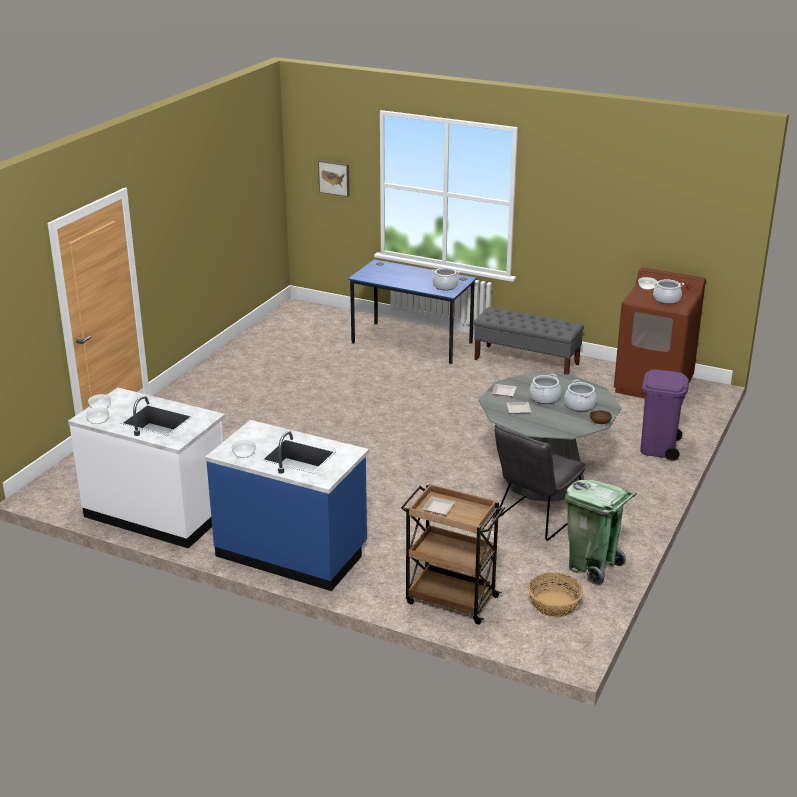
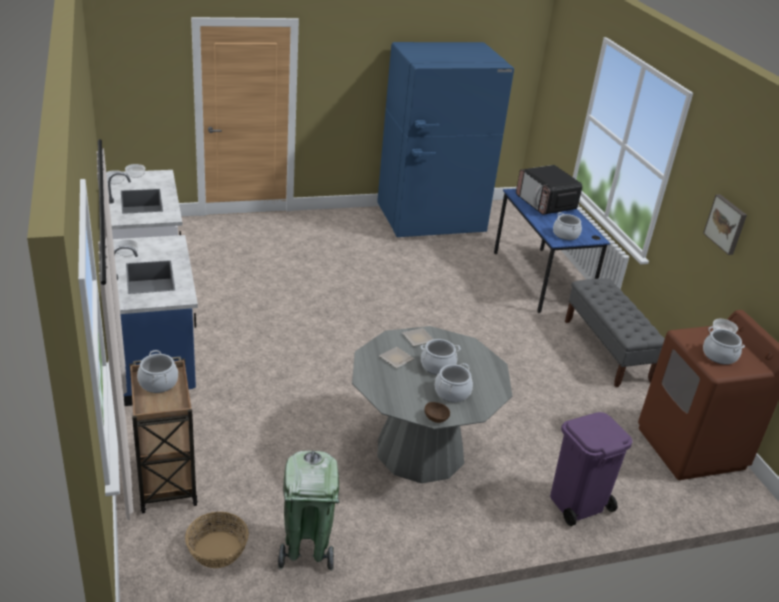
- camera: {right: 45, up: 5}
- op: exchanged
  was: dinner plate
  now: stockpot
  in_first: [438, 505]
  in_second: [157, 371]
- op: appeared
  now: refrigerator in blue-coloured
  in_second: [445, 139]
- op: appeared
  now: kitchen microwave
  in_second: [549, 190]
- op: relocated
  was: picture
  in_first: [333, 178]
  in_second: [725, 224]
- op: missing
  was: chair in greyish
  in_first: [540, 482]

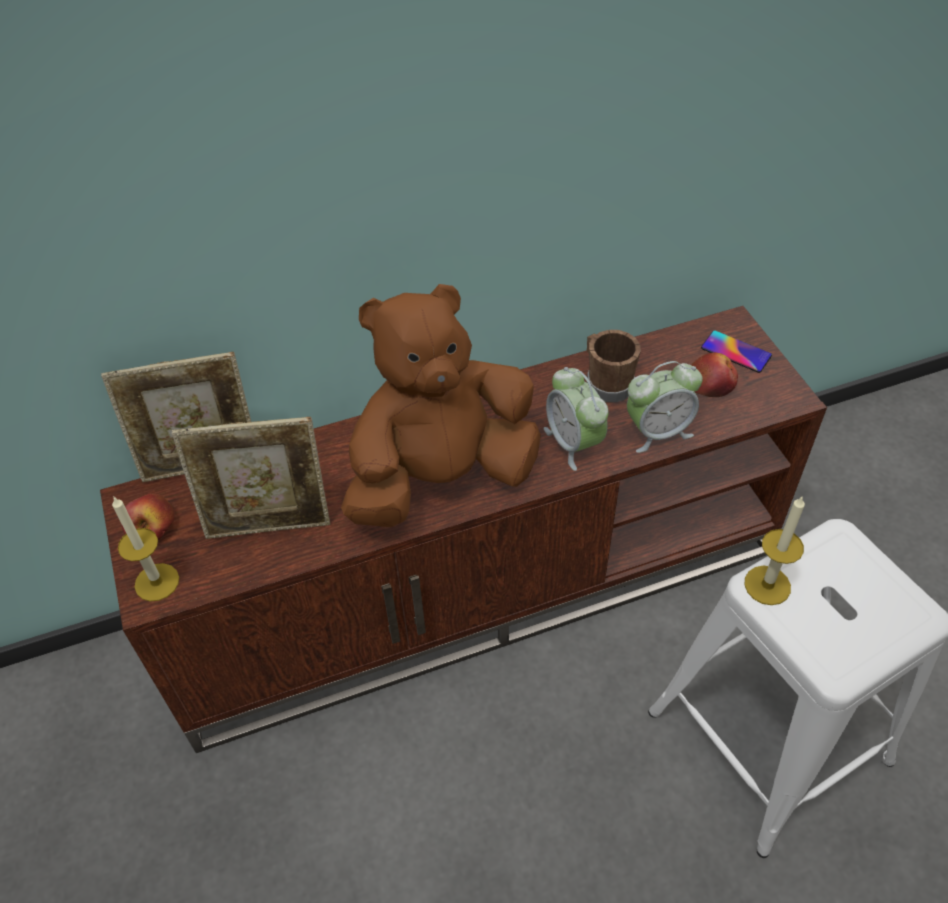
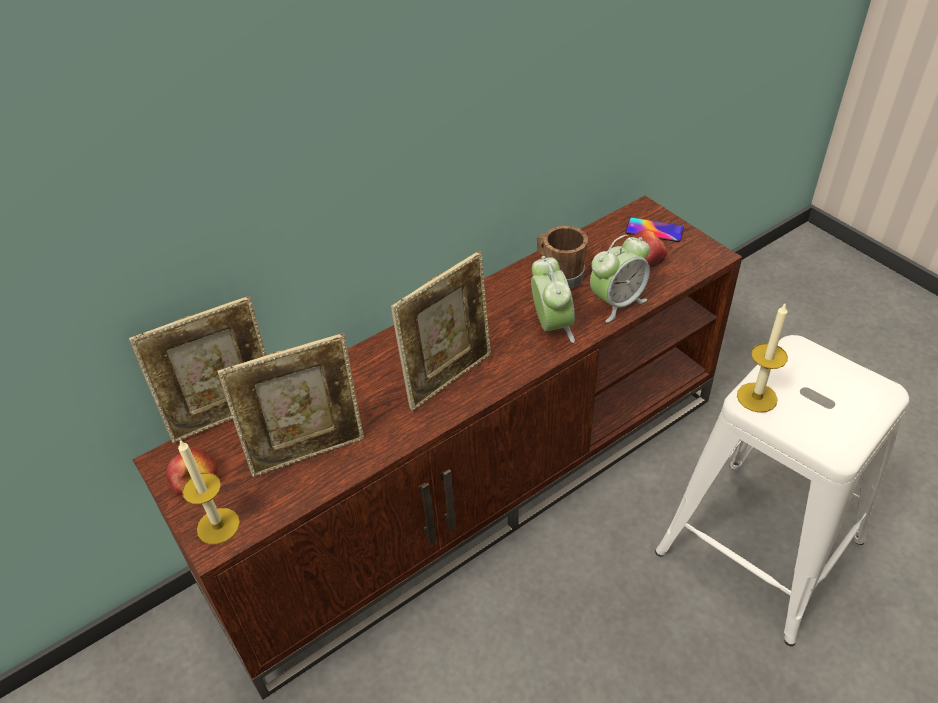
- camera: {right: -15, up: -5}
- op: exchanged
  was: plush toy in brown
  now: picture frame
  in_first: [441, 405]
  in_second: [441, 331]
- op: spun
  was: alarm clock
  in_first: [576, 419]
  in_second: [553, 299]
  clockwise: -150

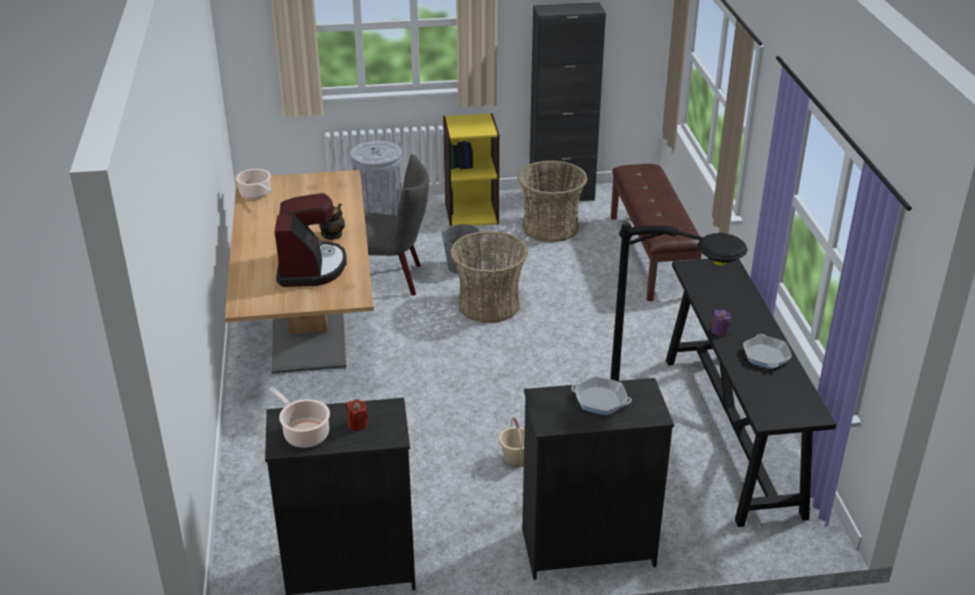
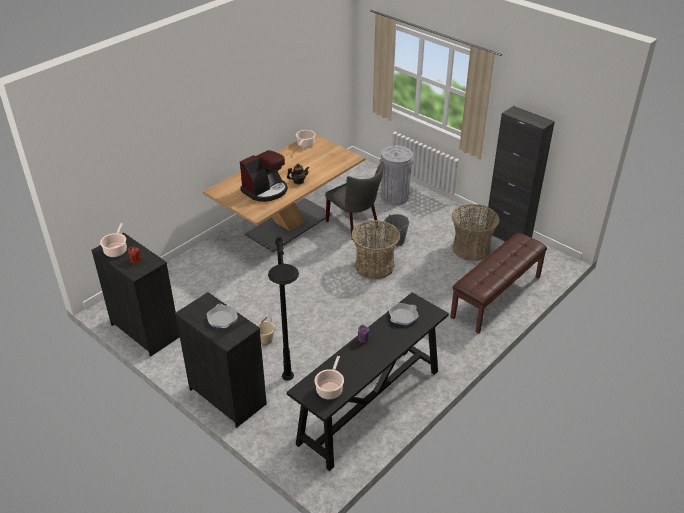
- camera: {right: 50, up: 5}
- op: appeared
  now: stockpot
  in_second: [329, 377]
- op: relocated
  was: pan
  in_first: [767, 351]
  in_second: [404, 314]
- op: missing
  was: shelving unit in yellowish
  in_first: [471, 169]

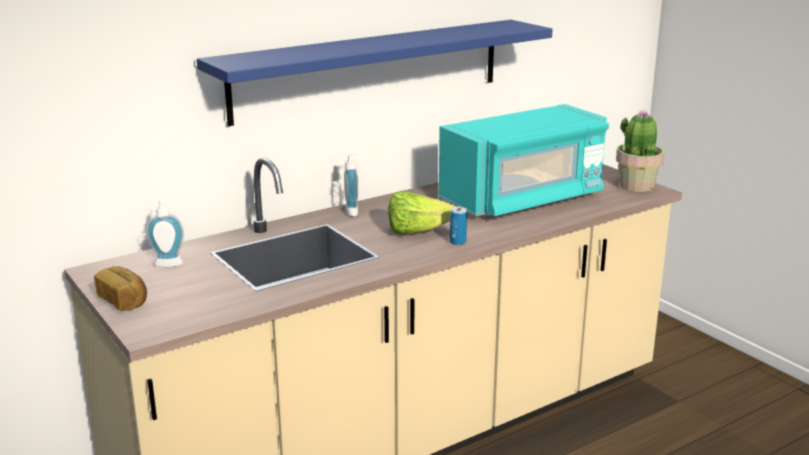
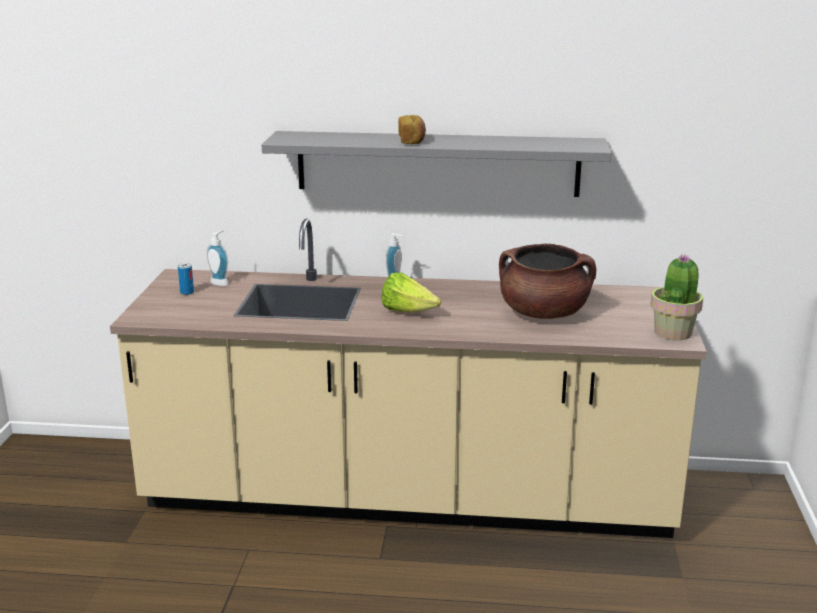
- camera: {right: 40, up: 0}
- op: relocated
  was: sealed can
  in_first: [458, 225]
  in_second: [186, 279]
- op: colour
  was: wall shelf in blue-coloured
  now: wall shelf in greyish
  in_first: [375, 73]
  in_second: [436, 164]
- op: relocated
  was: bakery bread
  in_first: [120, 288]
  in_second: [412, 129]
- op: exchanged
  was: kitchen microwave in blue-green
  now: stockpot in brown
  in_first: [524, 160]
  in_second: [547, 281]

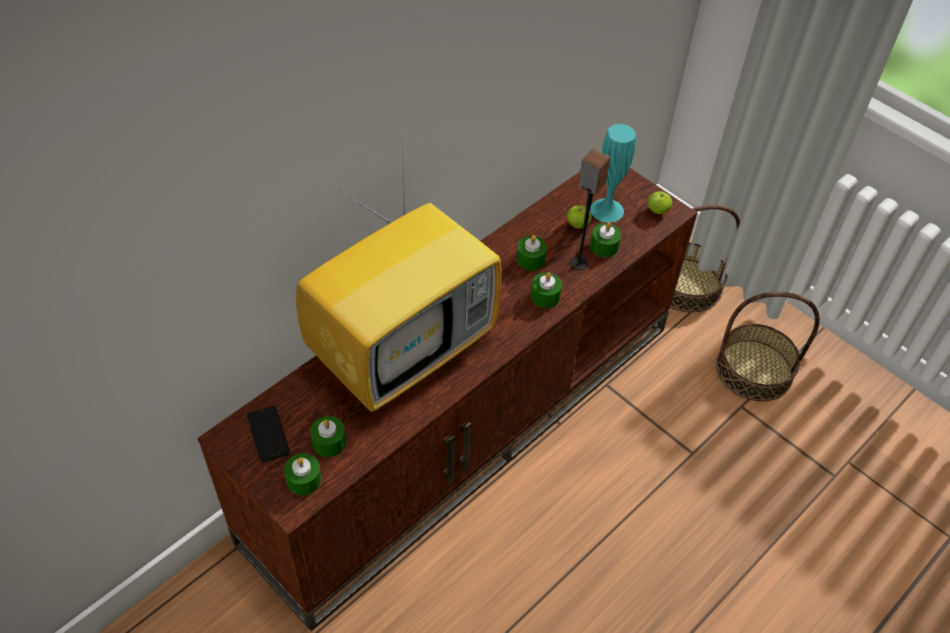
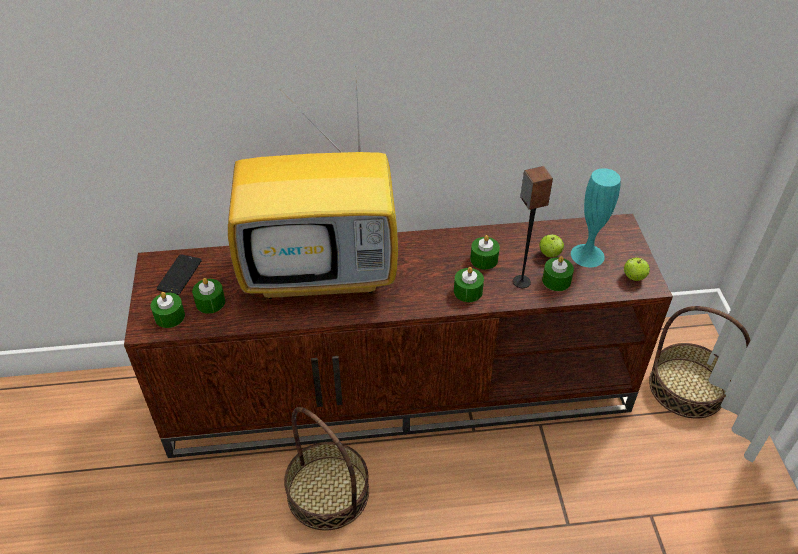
- camera: {right: 40, up: -5}
- op: relocated
  was: household basket
  in_first: [768, 346]
  in_second: [326, 469]

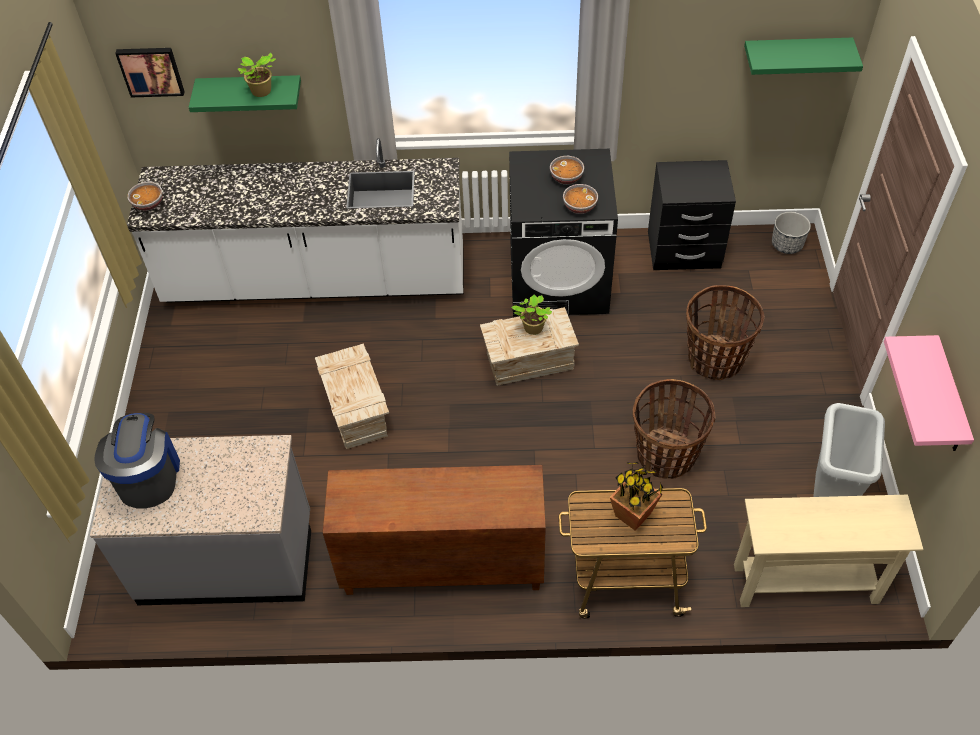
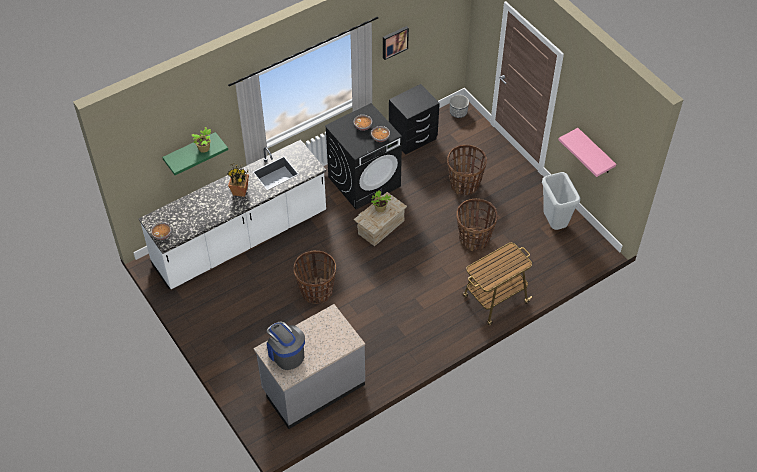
- camera: {right: -35, up: 0}
- op: relocated
  was: potted plant
  in_first: [636, 496]
  in_second: [238, 180]
- op: exchanged
  was: packing crate
  now: household basket
  in_first: [352, 396]
  in_second: [314, 277]
- op: relocated
  was: picture
  in_first: [150, 72]
  in_second: [396, 43]
- op: missing
  was: cabinet in brown
  in_first: [434, 530]
- op: missing
  was: narrow table in beige-coloured
  in_first: [828, 551]
- op: missing
  was: wall shelf in green-coloured
  in_first: [803, 56]

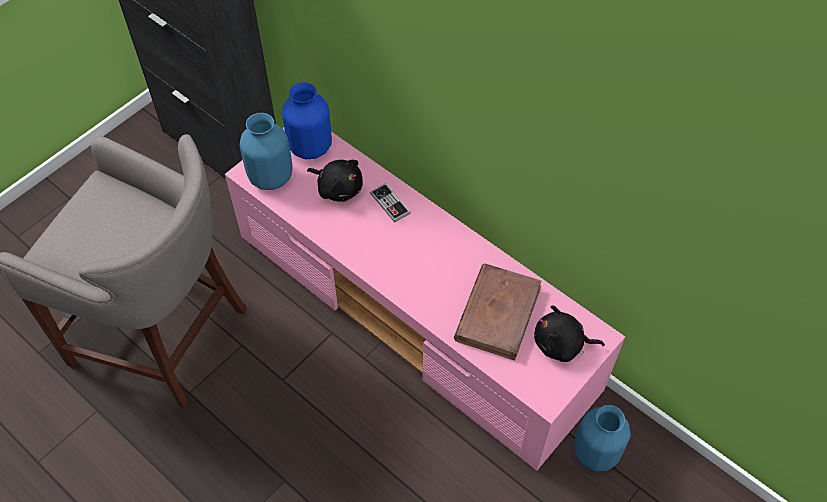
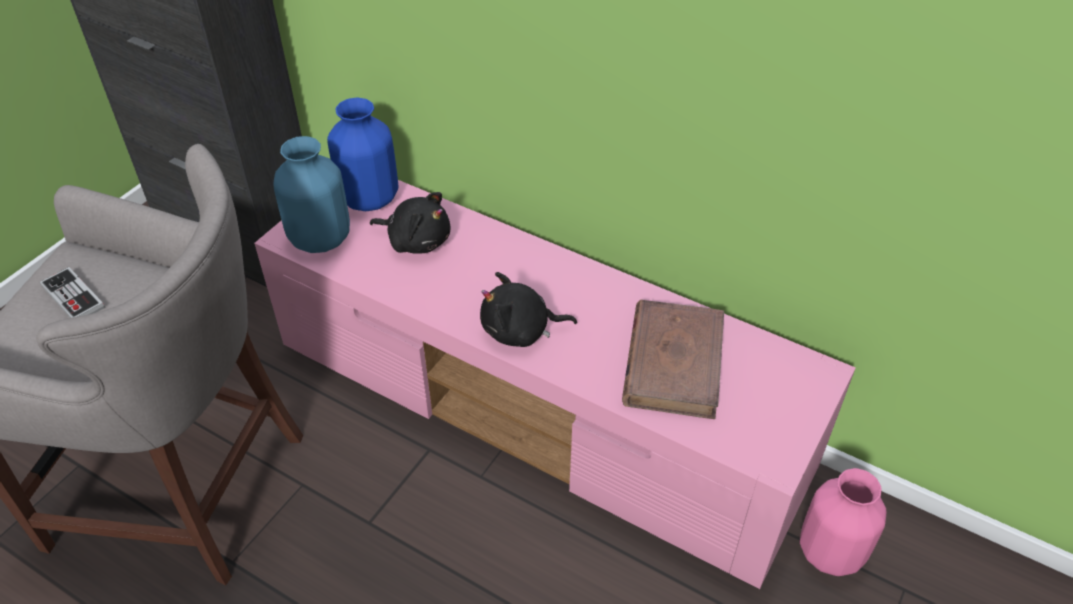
- camera: {right: -10, up: -10}
- op: relocated
  was: joypad
  in_first: [390, 203]
  in_second: [72, 292]
- op: relocated
  was: plush toy in black
  in_first: [569, 333]
  in_second: [528, 309]
- op: colour
  was: flower vase in blue-coloured
  now: flower vase in pinkish
  in_first: [602, 438]
  in_second: [843, 522]

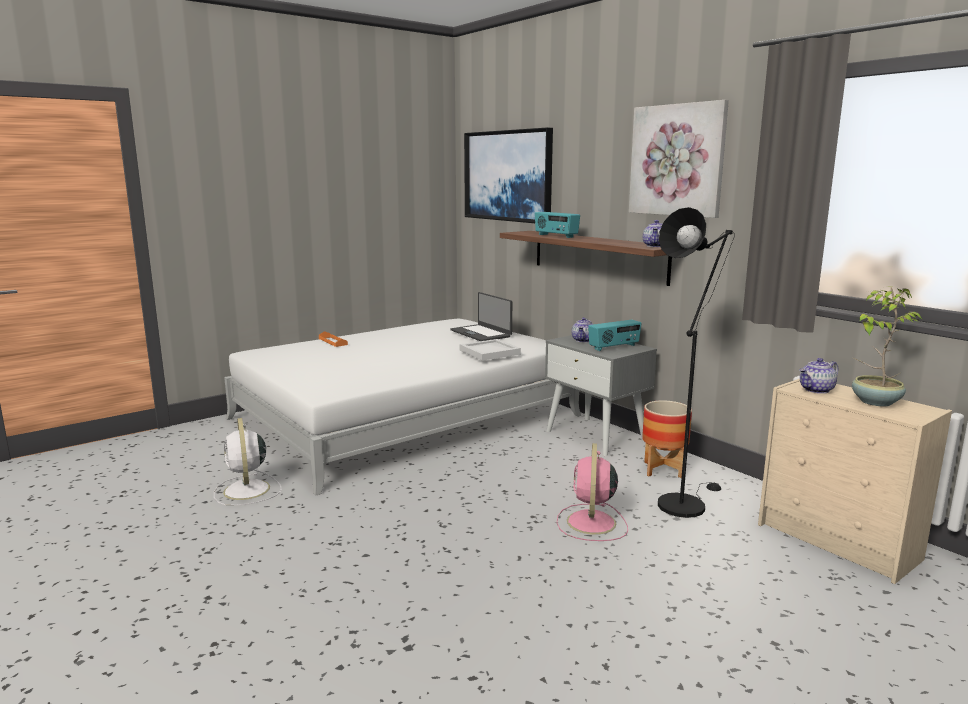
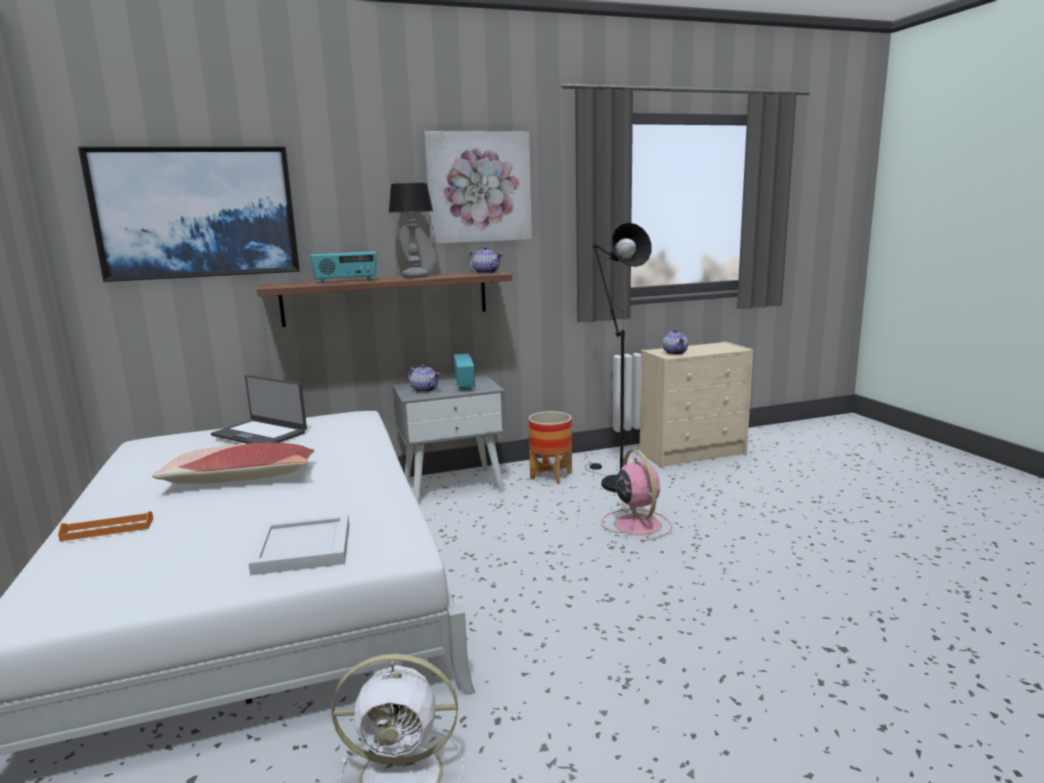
- camera: {right: -70, up: 0}
- op: appeared
  now: pillow
  in_second: [233, 463]
- op: spun
  was: notebook computer
  in_first: [481, 316]
  in_second: [259, 409]
  clockwise: 45
- op: relocated
  was: tray in whitish
  in_first: [490, 350]
  in_second: [298, 545]
- op: appeared
  now: table lamp
  in_second: [411, 230]
- op: spun
  was: fan in pinkish
  in_first: [592, 492]
  in_second: [636, 495]
  clockwise: -135
- op: missing
  was: potted plant
  in_first: [887, 346]

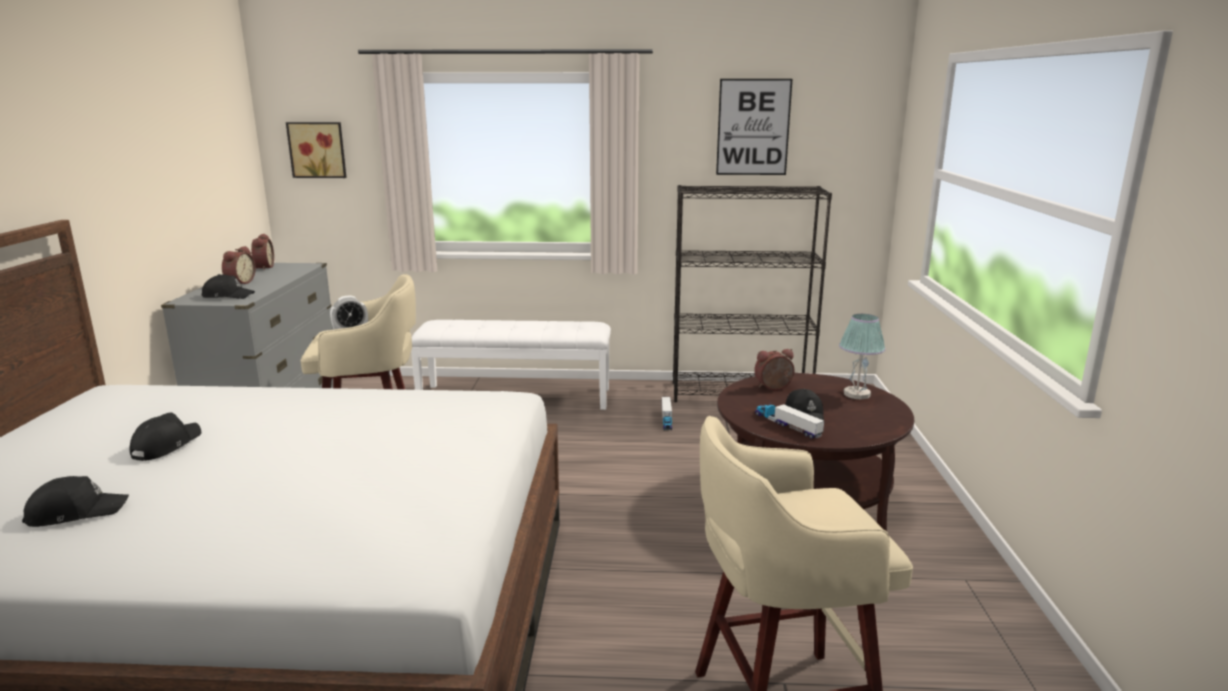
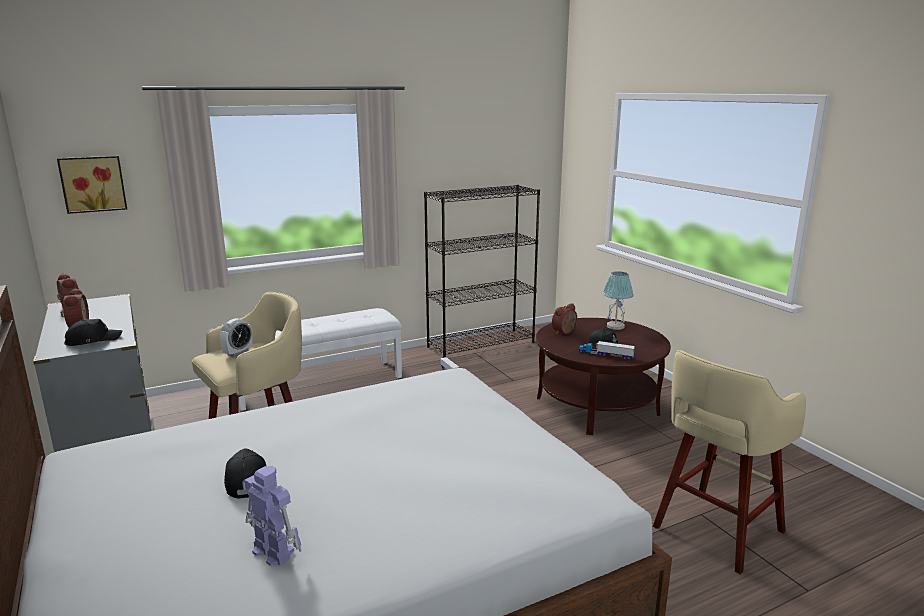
- camera: {right: -30, up: 0}
- op: exchanged
  was: peaked cap in black
  now: model robot
  in_first: [75, 501]
  in_second: [272, 516]
- op: missing
  was: picture
  in_first: [754, 127]

